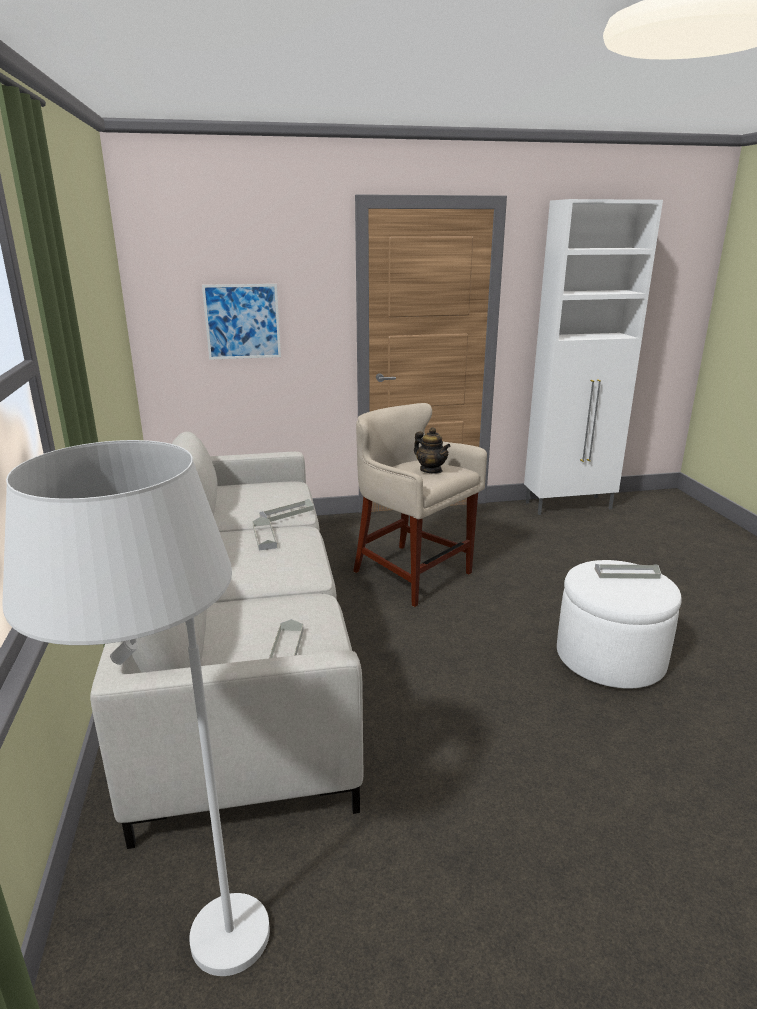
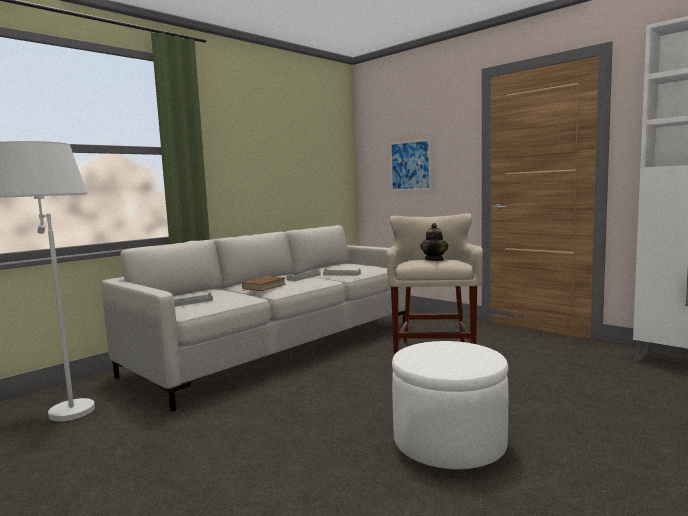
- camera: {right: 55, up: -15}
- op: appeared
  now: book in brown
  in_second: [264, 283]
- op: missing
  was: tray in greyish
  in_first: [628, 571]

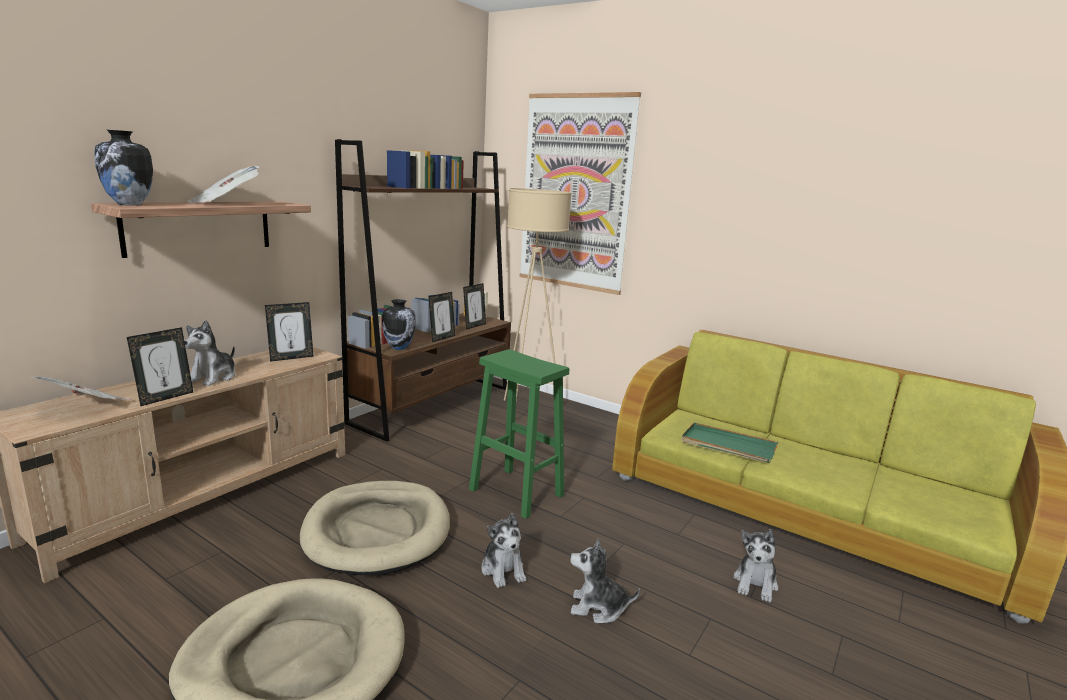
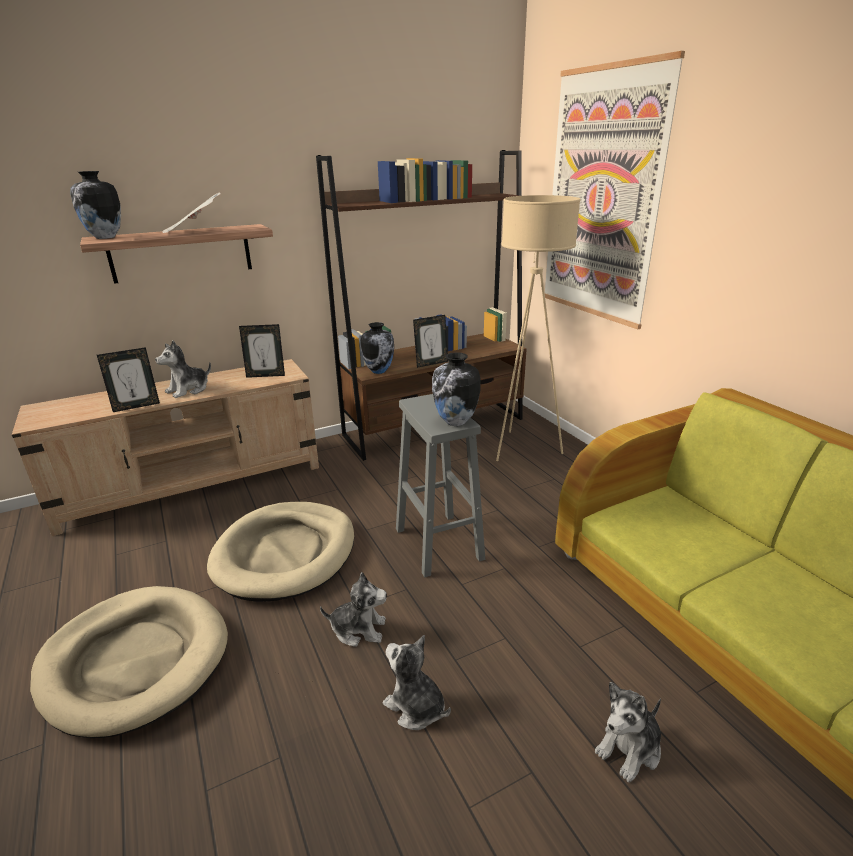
- camera: {right: 30, up: 10}
- op: spun
  was: plush toy
  in_first: [503, 550]
  in_second: [353, 609]
  clockwise: -90
- op: colour
  was: sitting stool in green-coloured
  now: sitting stool in greyish
  in_first: [519, 434]
  in_second: [440, 486]
- op: appeared
  now: flower vase
  in_second: [456, 389]
- op: missing
  was: daily paper
  in_first: [80, 388]
- op: missing
  was: picture frame
  in_first: [474, 306]
- op: missing
  was: tray in green-coloured
  in_first: [729, 443]

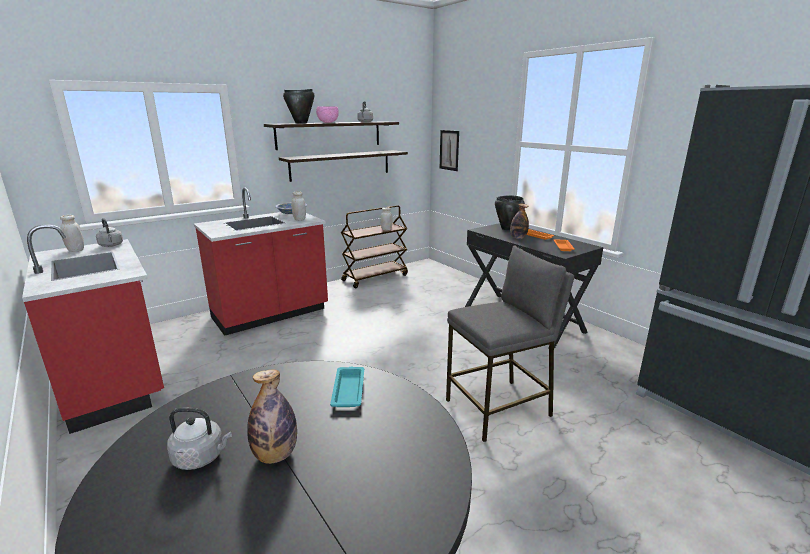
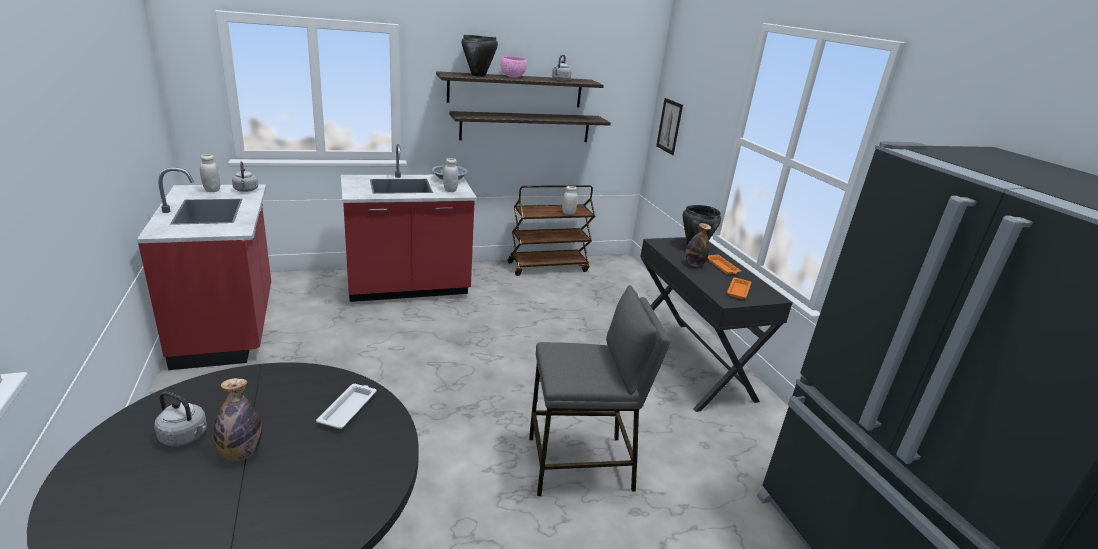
- camera: {right: 15, up: 5}
- op: colour
  was: tray in blue-green
  now: tray in whitish
  in_first: [347, 387]
  in_second: [346, 406]

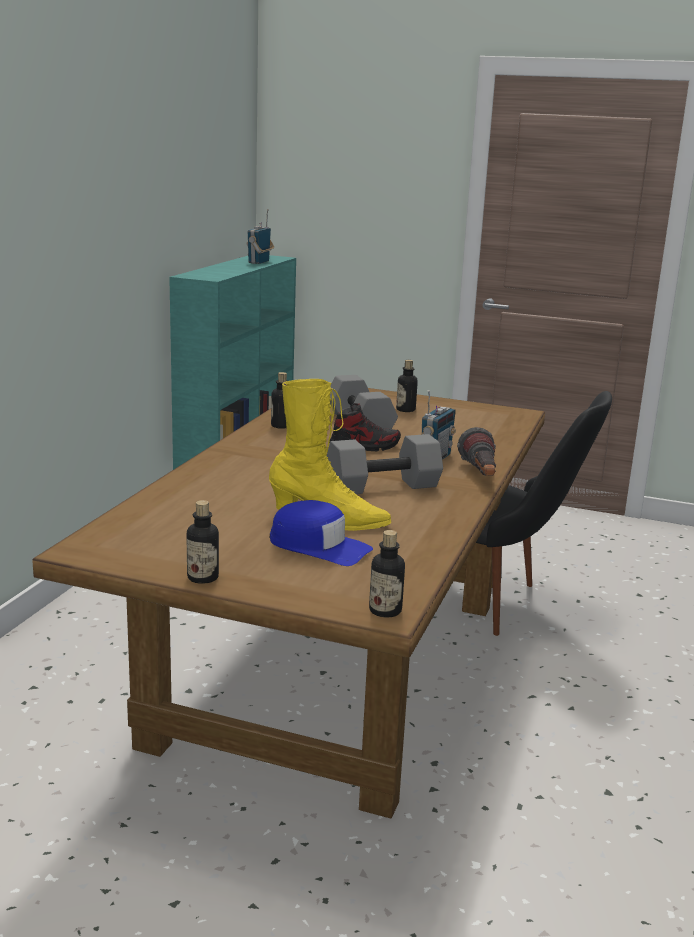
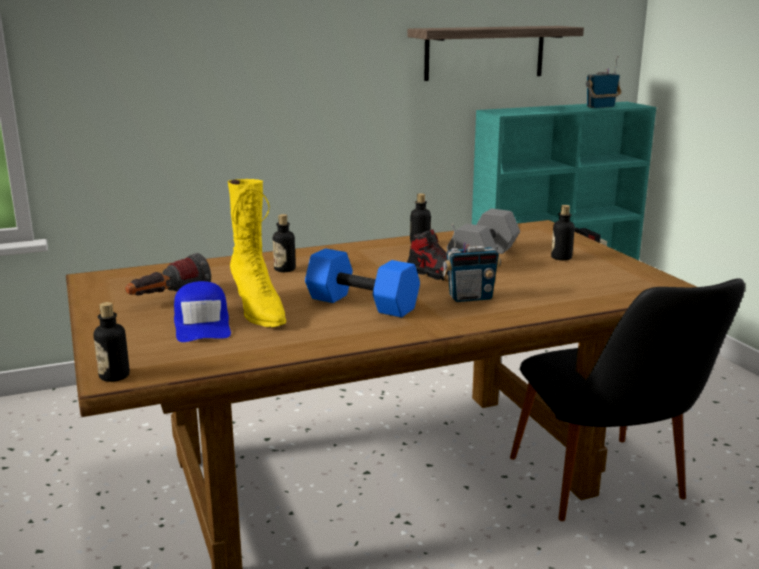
- camera: {right: 50, up: 0}
- op: relocated
  was: flashlight
  in_first: [476, 451]
  in_second: [168, 274]
- op: relocated
  was: drink bottle
  in_first: [202, 542]
  in_second: [284, 243]
- op: colour
  was: dumbbell in greyish
  now: dumbbell in blue-coloured
  in_first: [385, 464]
  in_second: [362, 283]
- op: appeared
  now: wall shelf
  in_second: [496, 53]

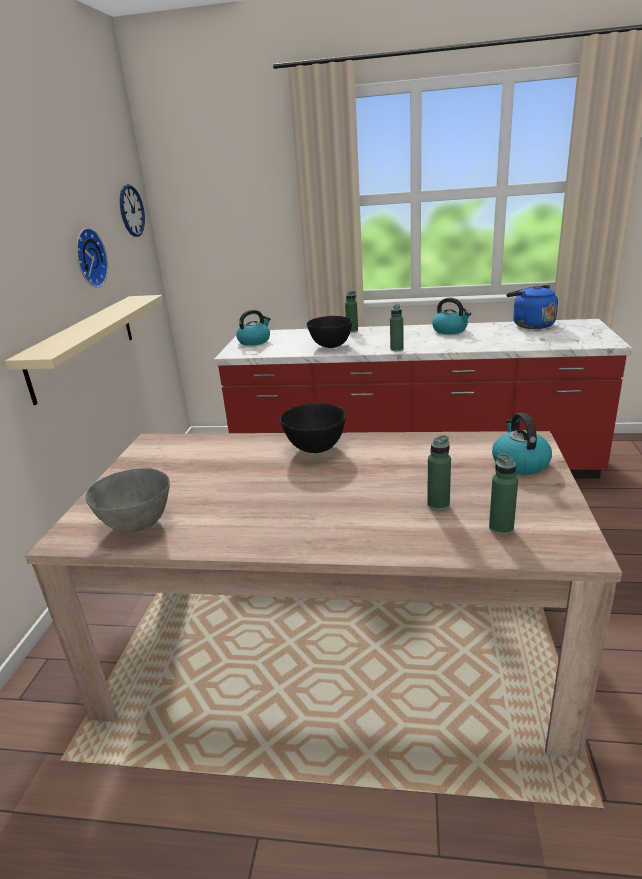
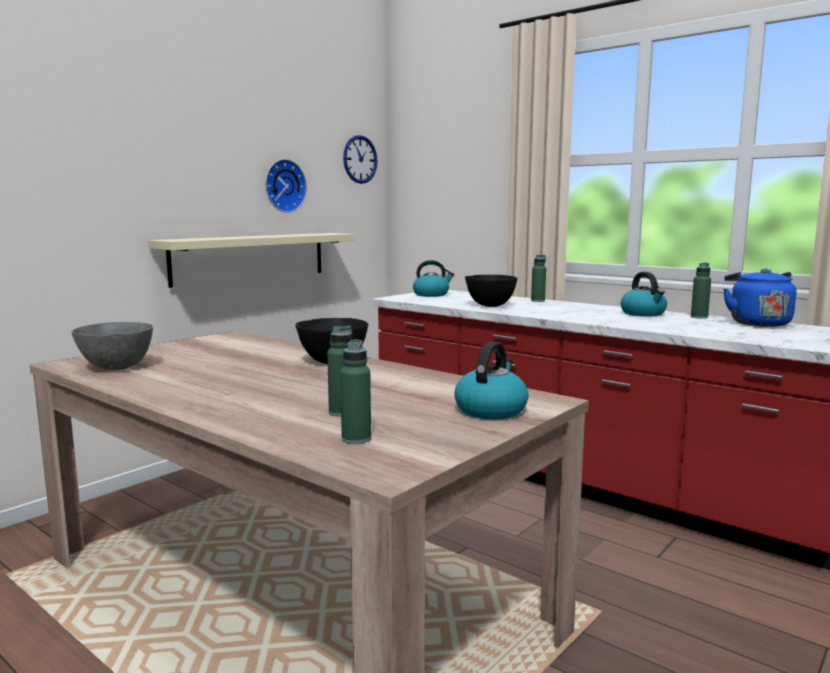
- camera: {right: 30, up: -15}
- op: relocated
  was: drink bottle in green-coloured
  in_first: [397, 327]
  in_second: [701, 291]

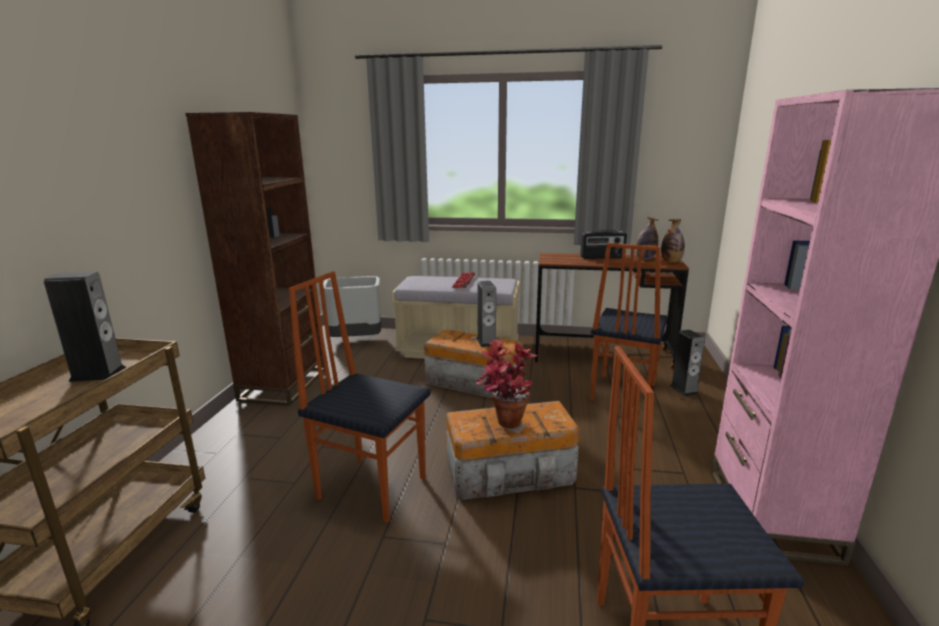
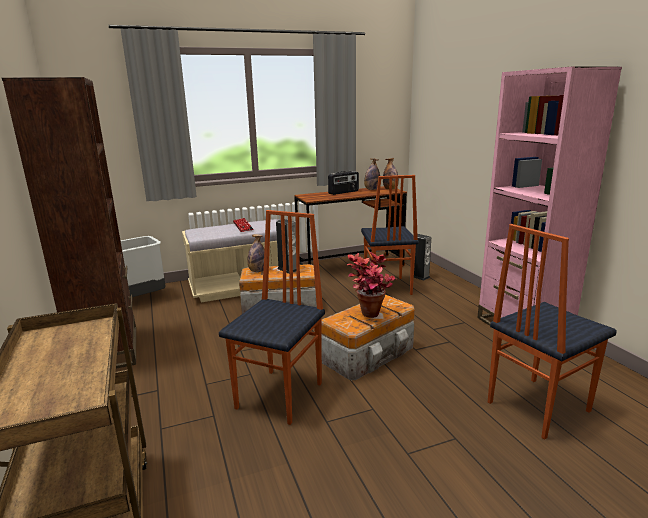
- camera: {right: -30, up: 0}
- op: spun
  was: chair
  in_first: [360, 397]
  in_second: [272, 317]
  clockwise: 120
- op: appeared
  now: drink bottle
  in_second: [255, 253]
- op: missing
  was: loudspeaker
  in_first: [85, 327]

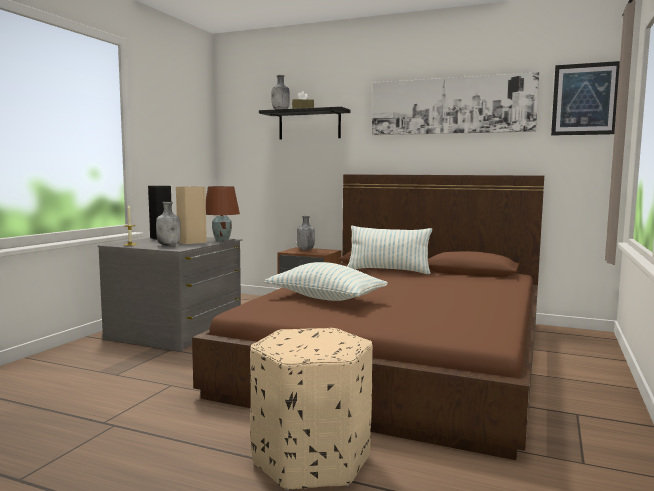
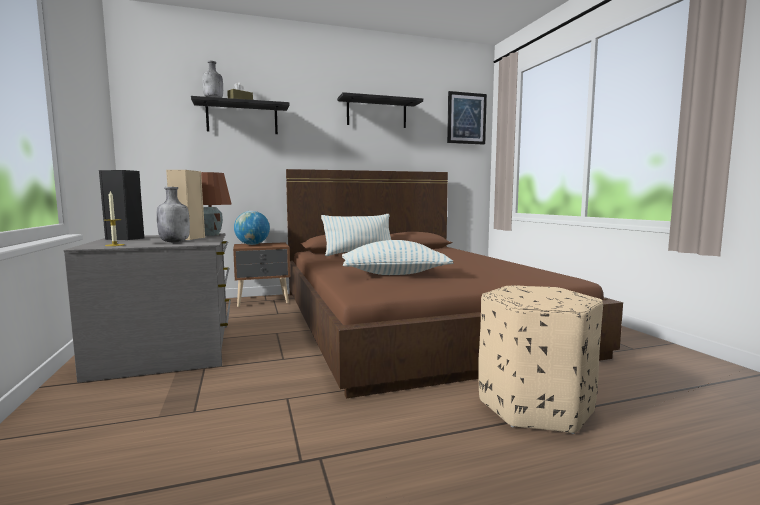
- camera: {right: -40, up: 0}
- op: exchanged
  was: drink bottle in greyish
  now: desk globe
  in_first: [306, 233]
  in_second: [252, 228]
- op: exchanged
  was: picture
  now: wall shelf in black
  in_first: [455, 103]
  in_second: [380, 110]

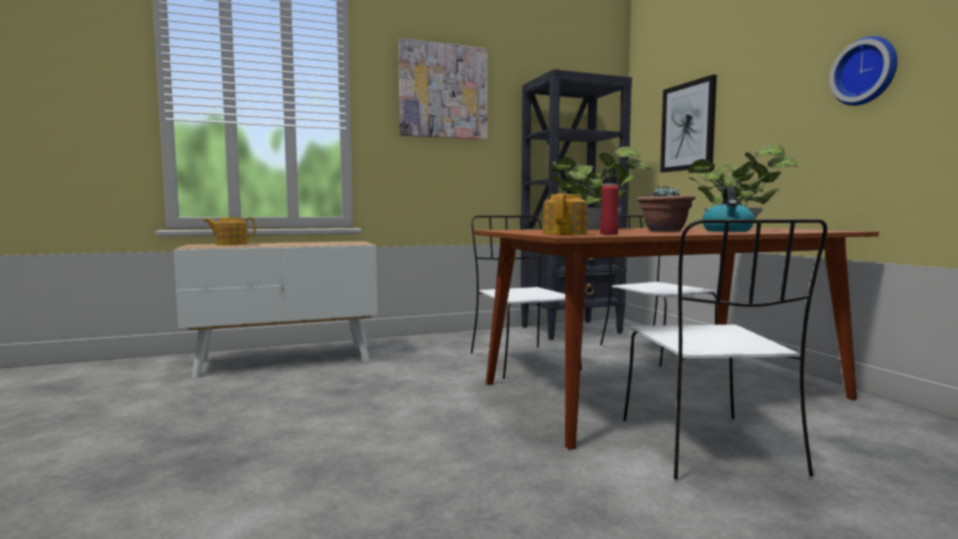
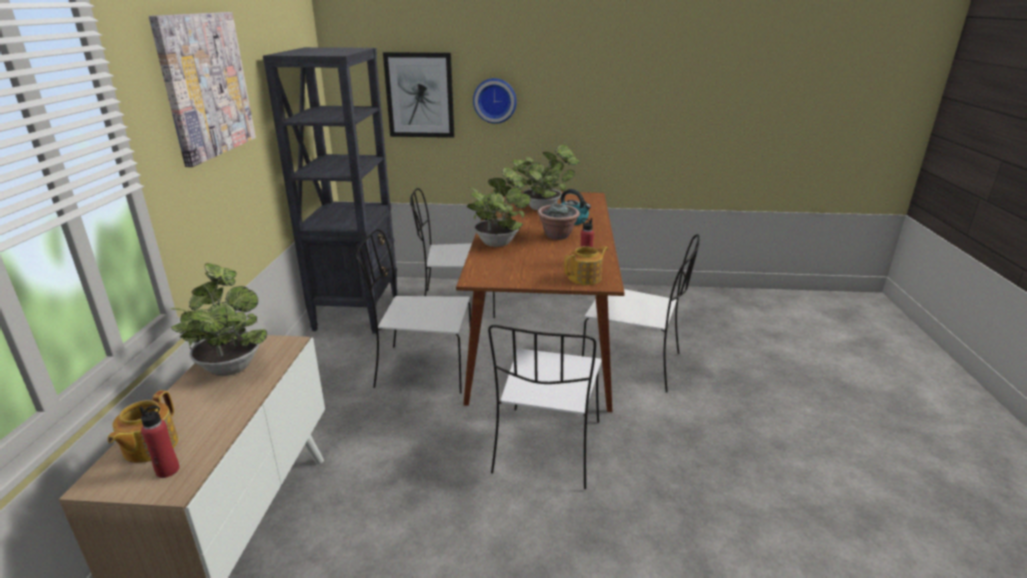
- camera: {right: -65, up: 20}
- op: appeared
  now: drink bottle in reddish
  in_second: [159, 442]
- op: appeared
  now: potted plant
  in_second: [217, 319]
- op: relocated
  was: clock on the wall
  in_first: [863, 71]
  in_second: [495, 101]
- op: appeared
  now: chair in whitish
  in_second: [545, 407]
- op: spun
  was: tea pot
  in_first: [565, 214]
  in_second: [586, 265]
  clockwise: 105

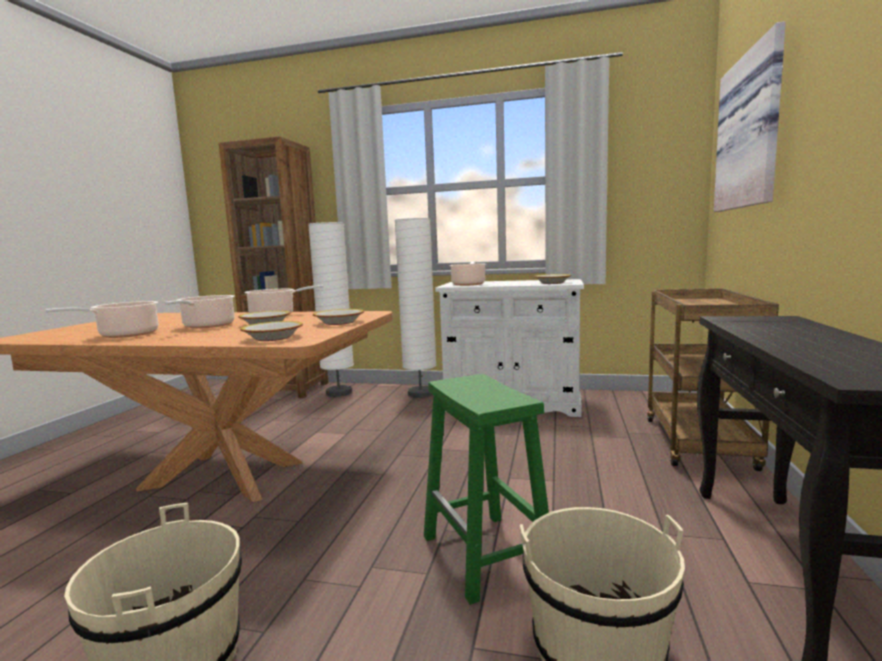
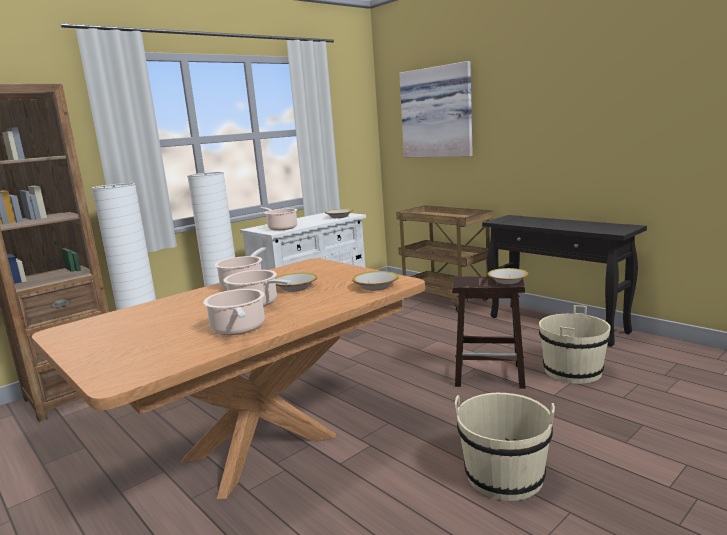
- camera: {right: -55, up: 5}
- op: colour
  was: sitting stool in green-coloured
  now: sitting stool in brown
  in_first: [486, 489]
  in_second: [489, 332]
- op: relocated
  was: bowl
  in_first: [338, 317]
  in_second: [508, 276]

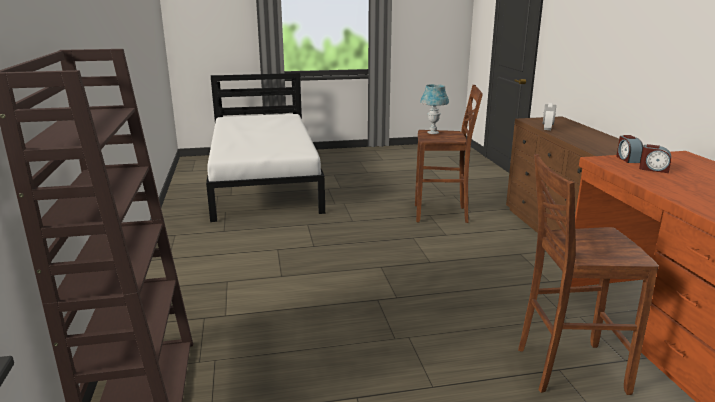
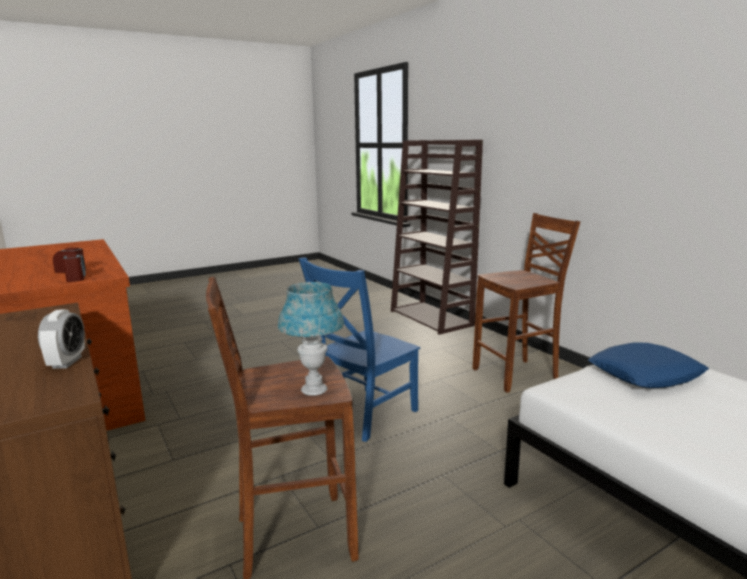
- camera: {right: 160, up: -5}
- op: appeared
  now: chair in blue-coloured
  in_second: [359, 349]
- op: relocated
  was: sitting stool in brown
  in_first: [588, 274]
  in_second: [526, 303]
- op: appeared
  now: pillow in blue-coloured
  in_second: [648, 365]

